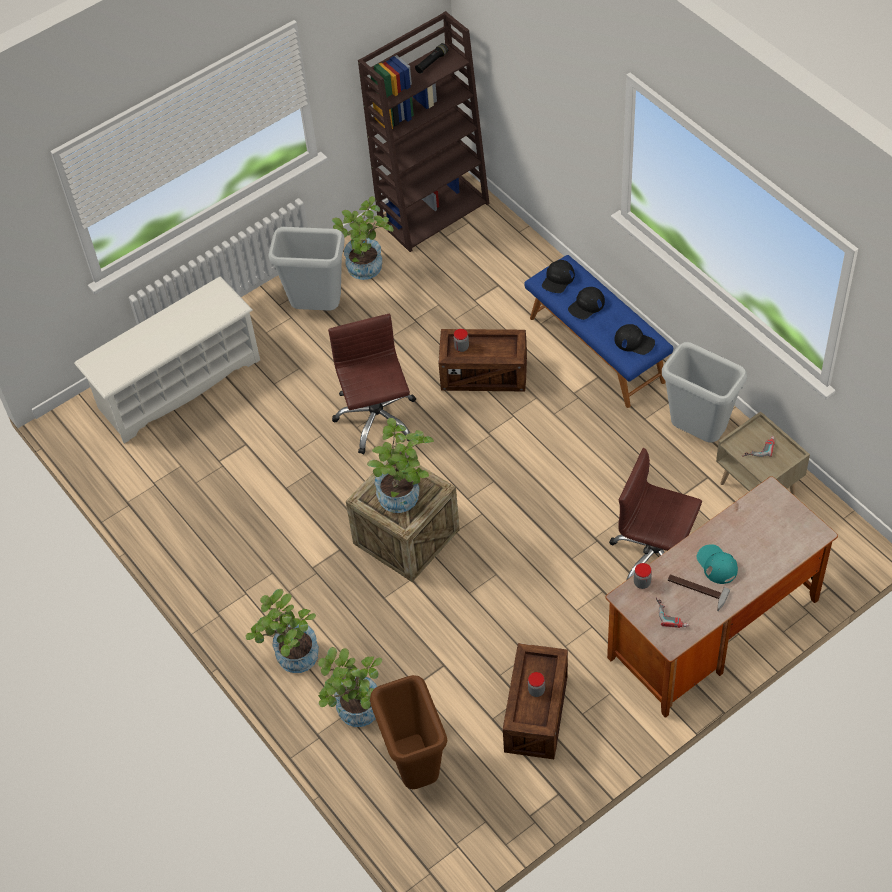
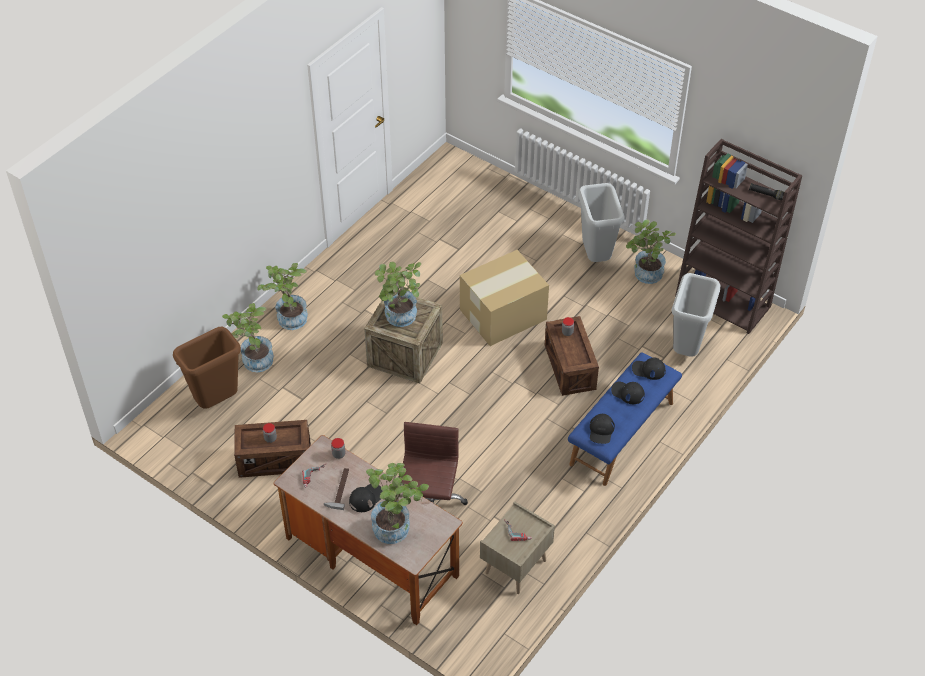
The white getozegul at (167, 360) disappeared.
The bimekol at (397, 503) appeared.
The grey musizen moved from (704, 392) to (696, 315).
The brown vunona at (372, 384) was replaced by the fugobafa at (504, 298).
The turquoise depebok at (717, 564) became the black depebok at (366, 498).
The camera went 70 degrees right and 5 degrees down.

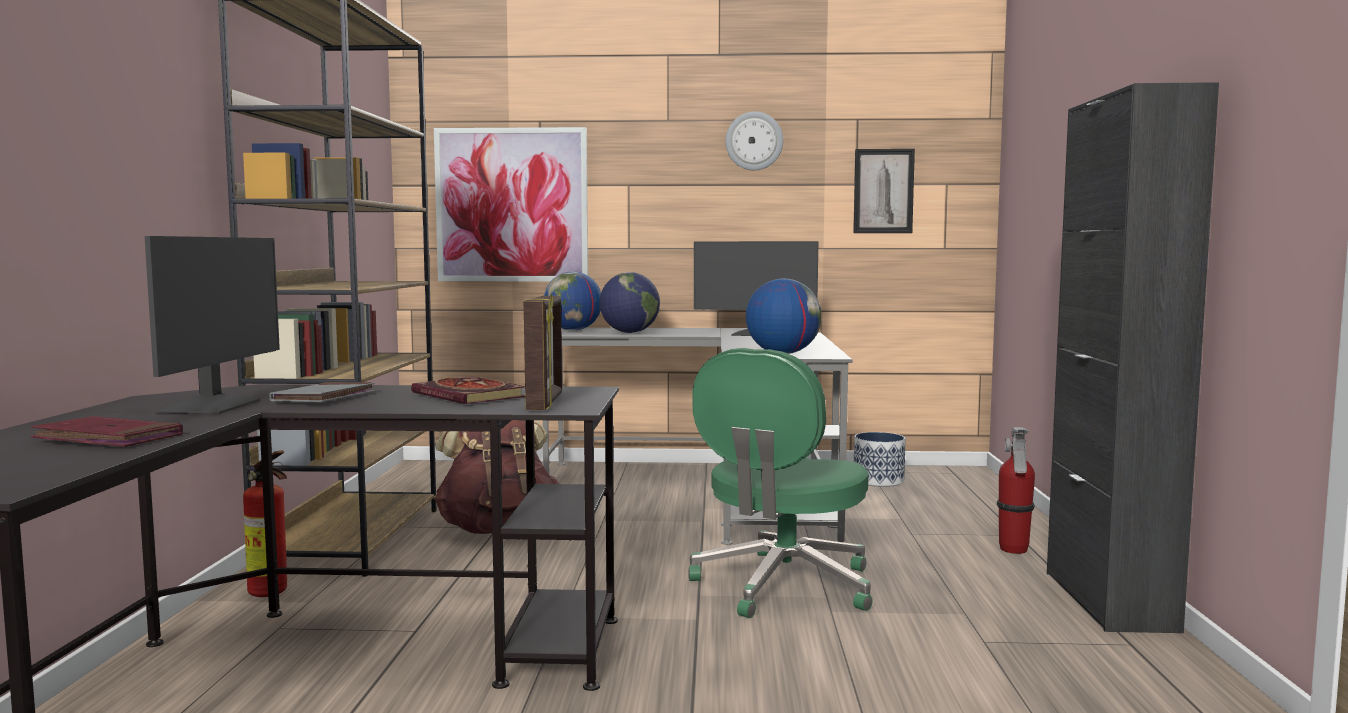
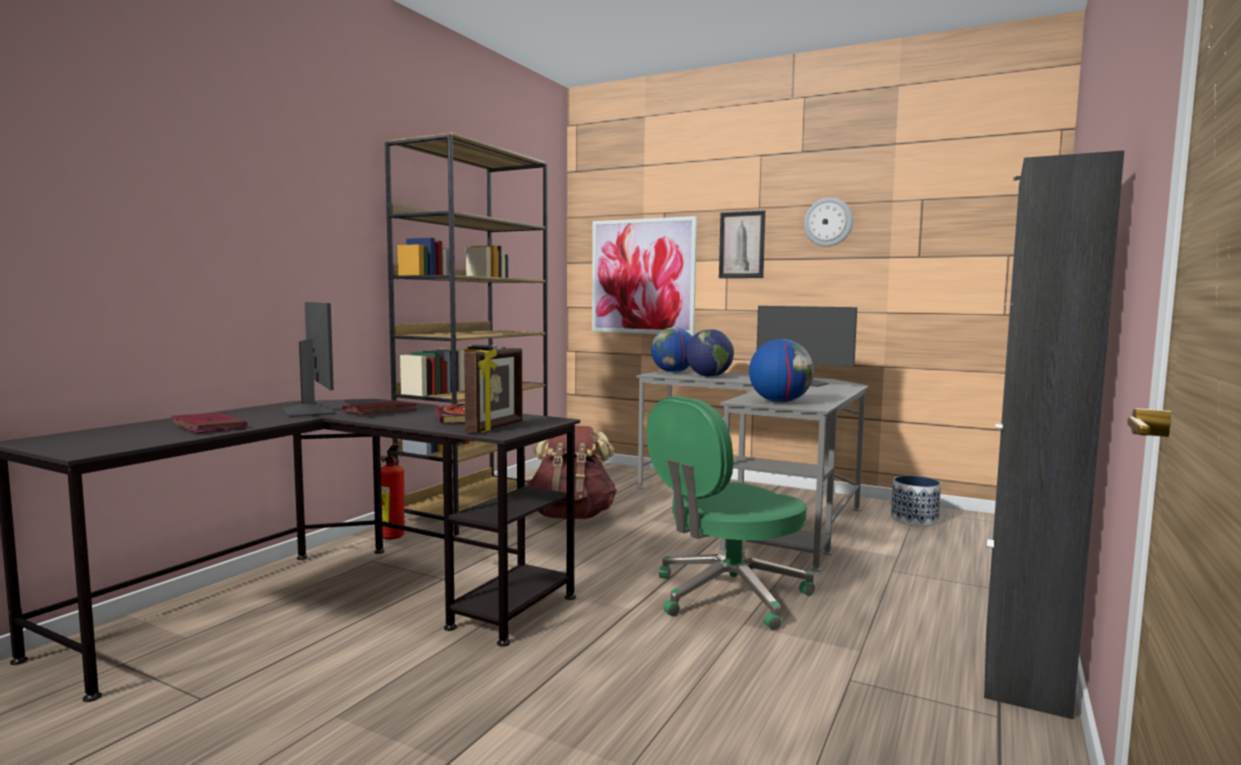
The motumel at (1016, 490) disappeared.
The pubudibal moved from (884, 191) to (742, 244).
The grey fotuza at (322, 392) became the red fotuza at (379, 407).
The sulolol at (212, 325) turned 60 degrees counterclockwise.
The camera went 25 degrees right and 0 degrees up.

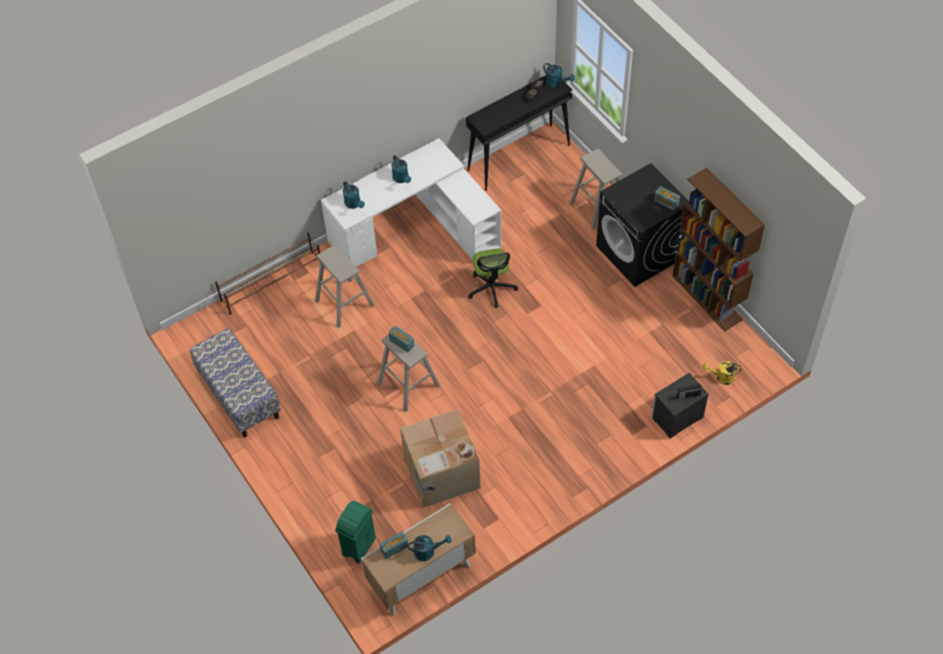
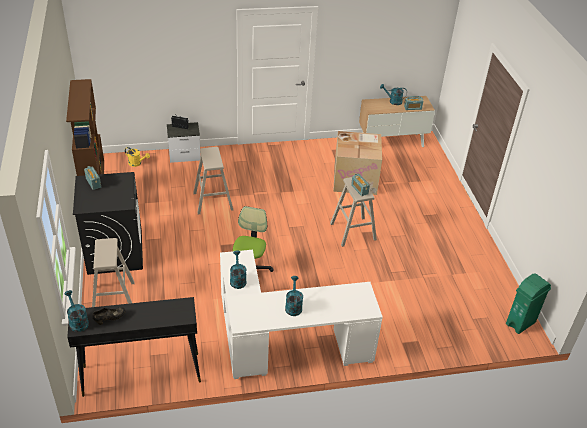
The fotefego at (235, 382) disappeared.
The brown getozegul at (267, 274) disappeared.
The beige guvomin moved from (345, 286) to (213, 181).
The green musizen moved from (355, 532) to (528, 303).
The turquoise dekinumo moved from (354, 195) to (238, 269).
The camera went 160 degrees left and 15 degrees down.

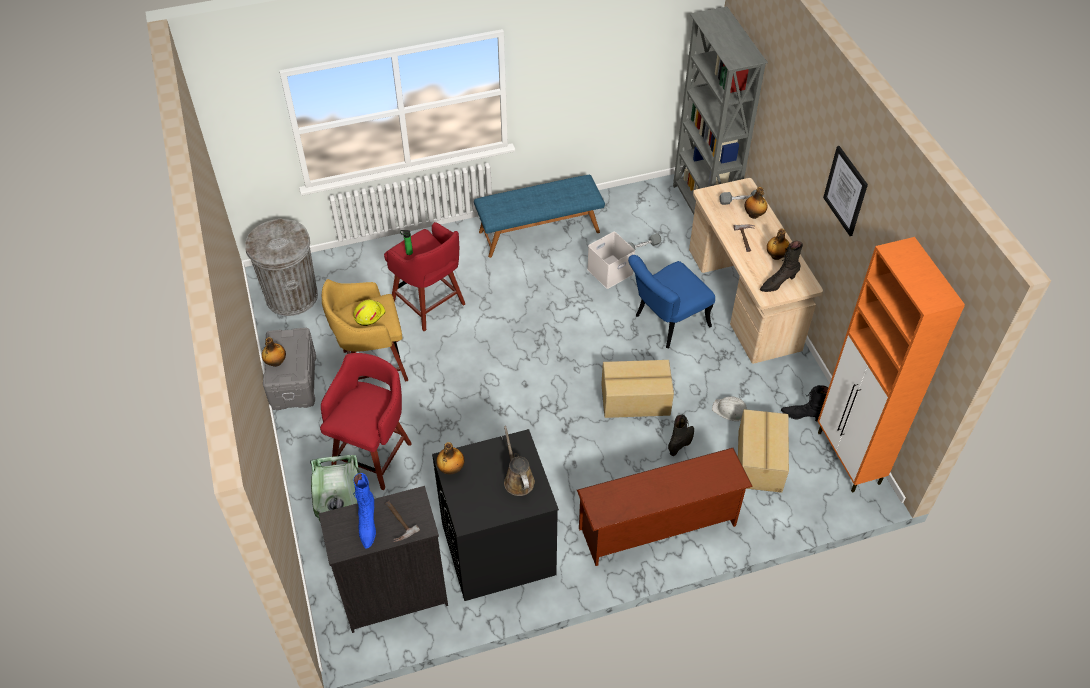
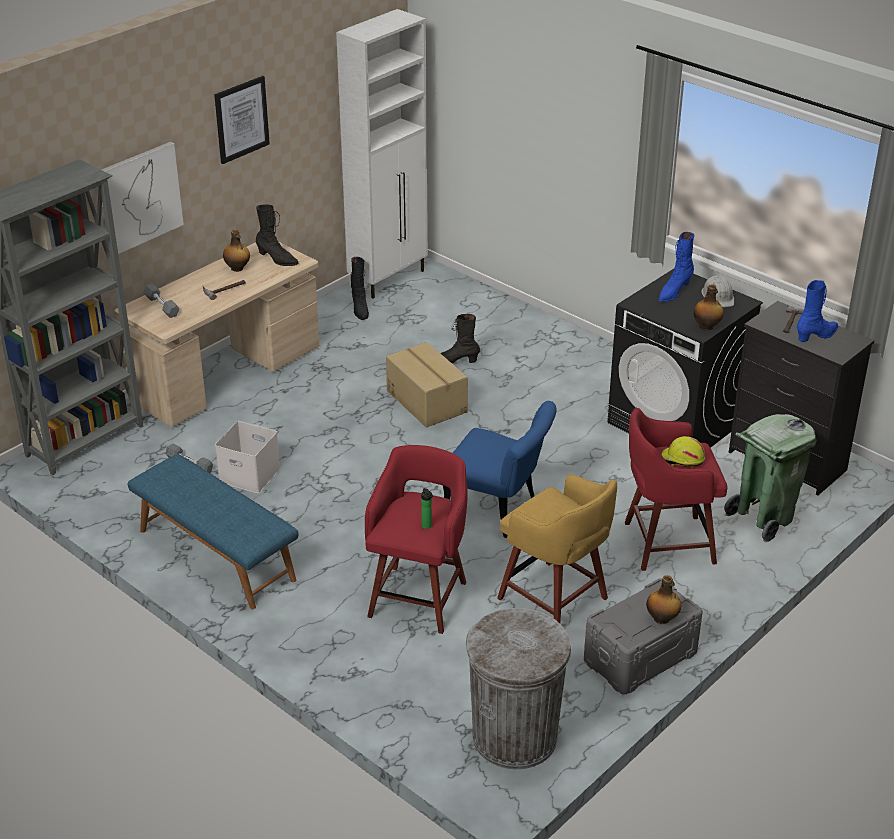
The brown getozegul at (665, 507) disappeared.
The fugobafa at (763, 451) disappeared.
The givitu at (756, 203) disappeared.
The pubudibal at (141, 198) appeared.
The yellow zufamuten moved from (369, 313) to (683, 451).
The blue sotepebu moved from (671, 301) to (499, 469).
The white zufamuten moved from (729, 408) to (718, 291).
The brown dekinumo at (519, 461) was replaced by the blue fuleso at (676, 267).
The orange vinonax at (891, 365) became the white vinonax at (382, 154).
The camera went 120 degrees left and 15 degrees down.

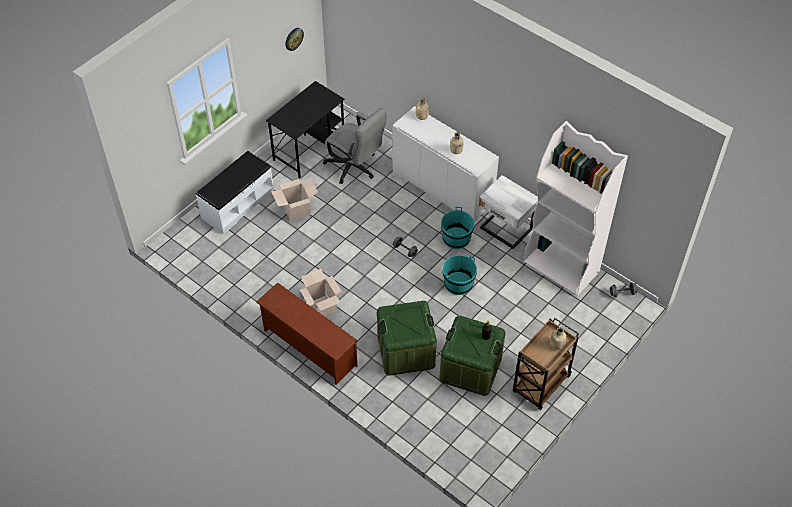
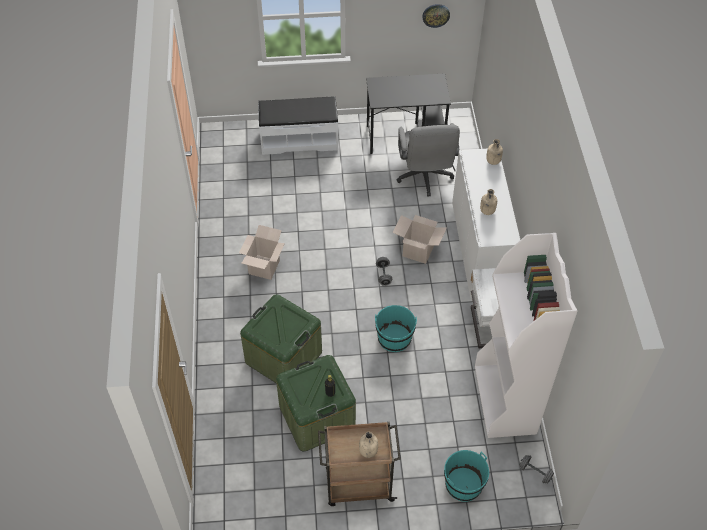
The brown getozegul at (307, 334) disappeared.
The fugobafa moved from (294, 199) to (420, 239).
The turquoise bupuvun moved from (457, 228) to (466, 476).
The camera went 45 degrees right and 0 degrees up.

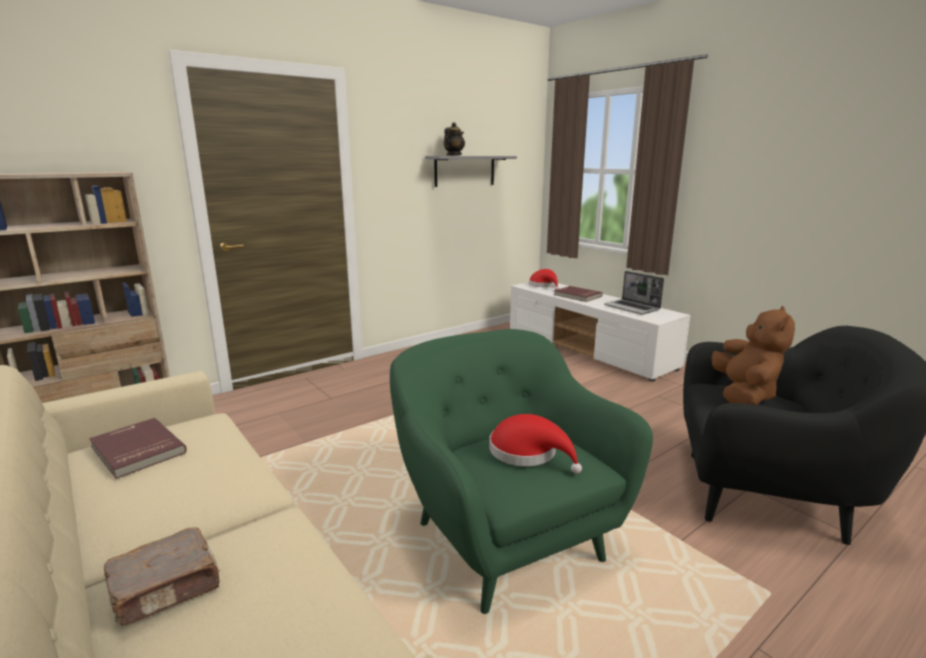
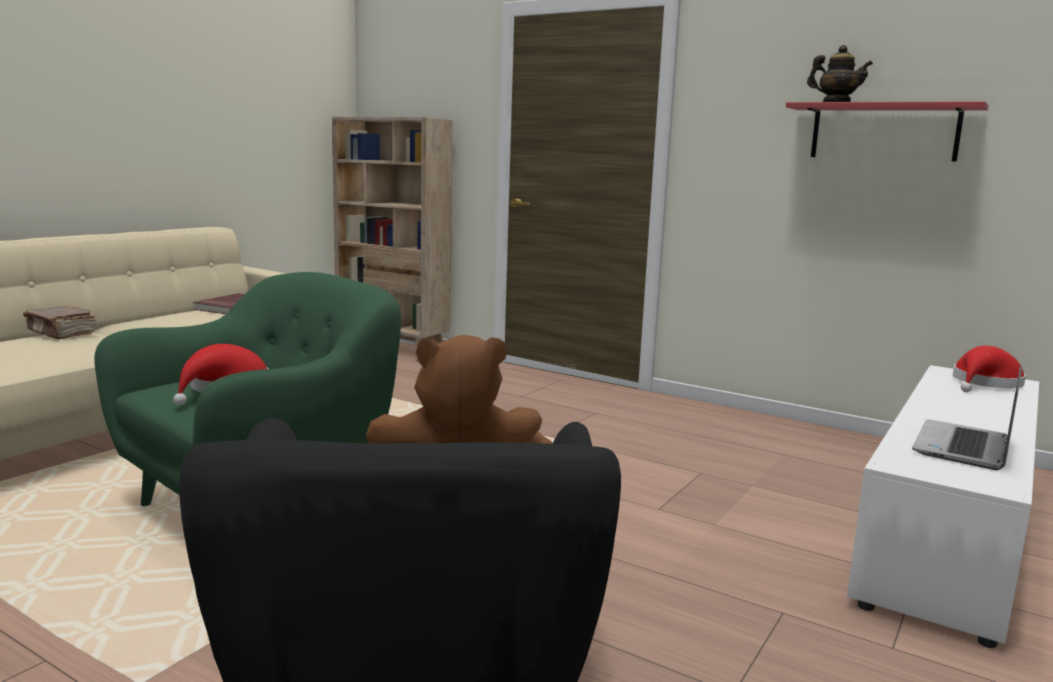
The red fotuza at (578, 294) disappeared.
The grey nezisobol at (471, 171) became the red nezisobol at (887, 131).
The camera went 70 degrees right and 5 degrees down.

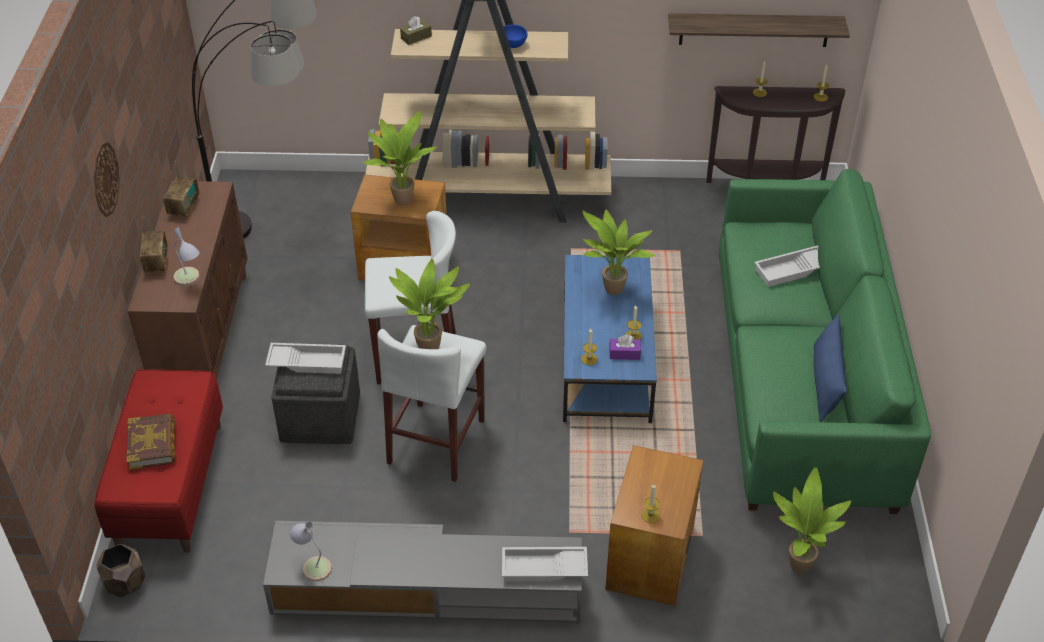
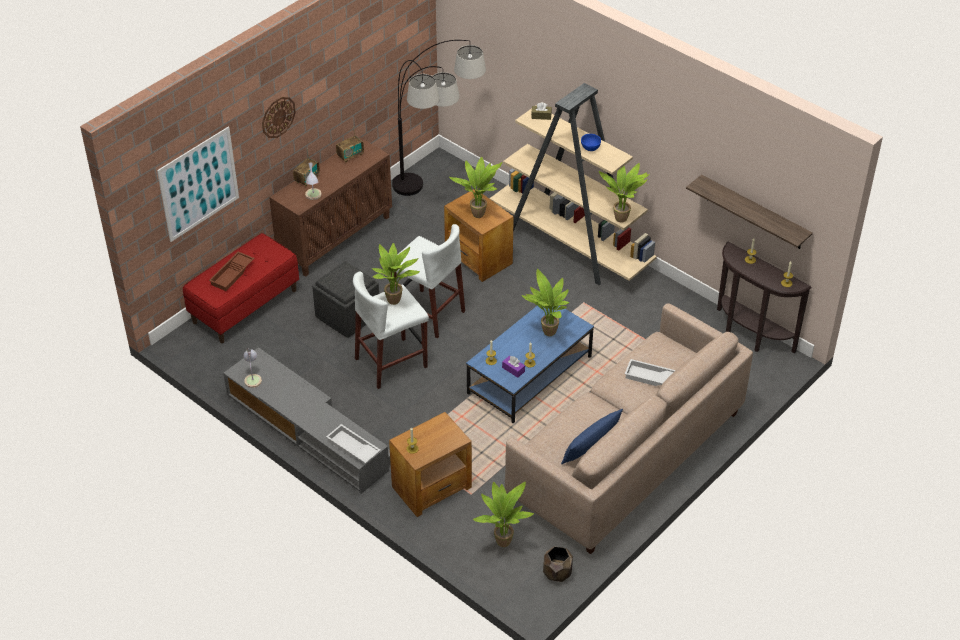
The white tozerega at (305, 358) disappeared.
The pubudibal at (198, 184) appeared.
The bimekol at (624, 193) appeared.
The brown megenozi moved from (121, 570) to (558, 564).
The fotuza at (150, 441) was replaced by the brown tozerega at (232, 271).
The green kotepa at (825, 341) became the beige kotepa at (629, 428).
The camera went 40 degrees right and 0 degrees up.

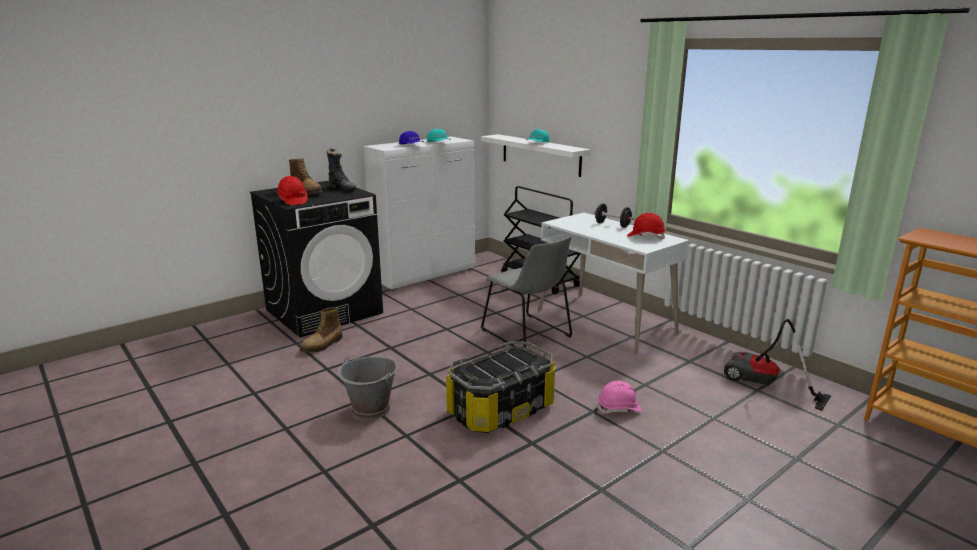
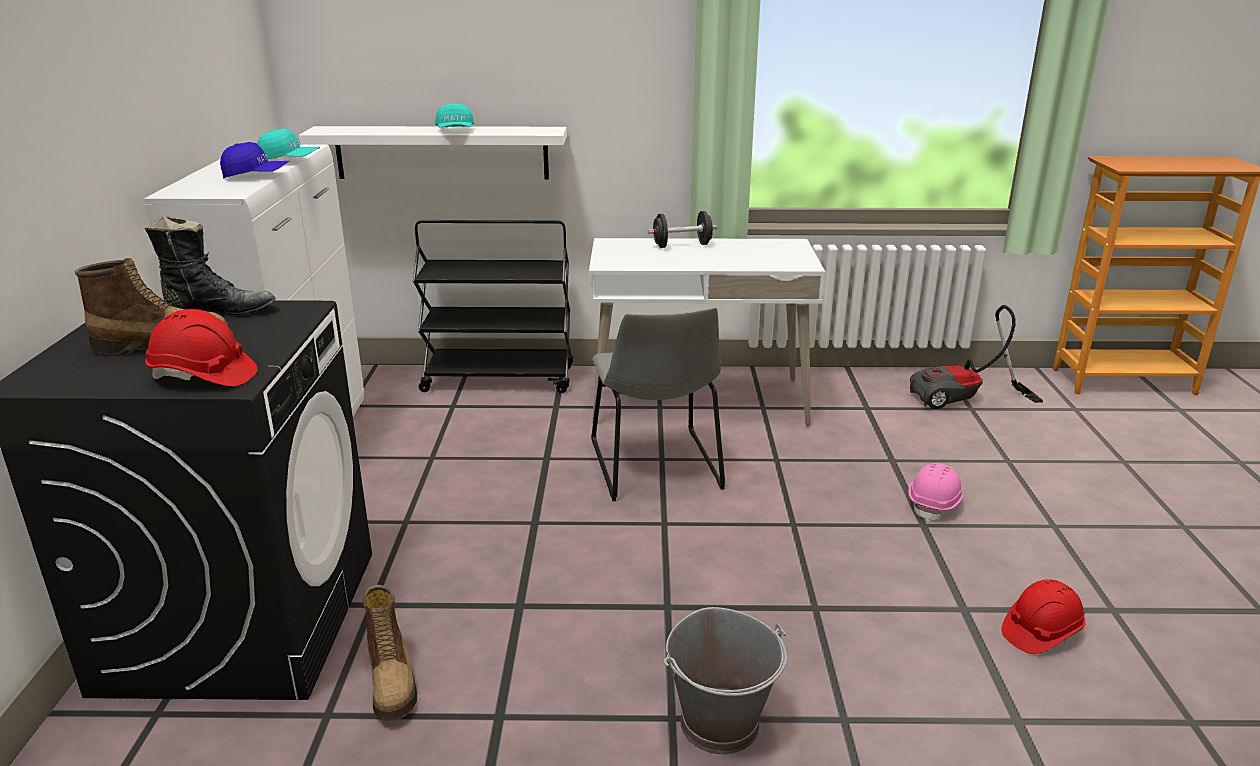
The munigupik at (500, 387) disappeared.
The red zufamuten moved from (646, 225) to (1043, 617).
The grey sotepebu at (526, 291) turned 75 degrees clockwise.
The camera went 50 degrees left and 5 degrees up.

